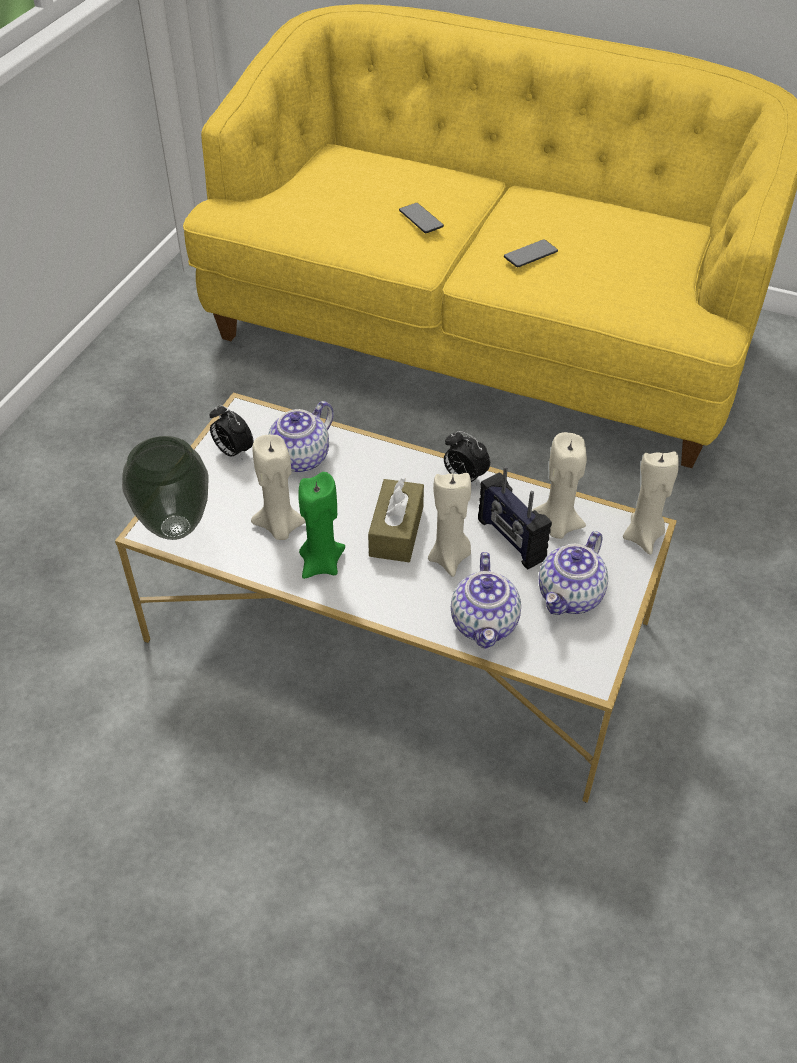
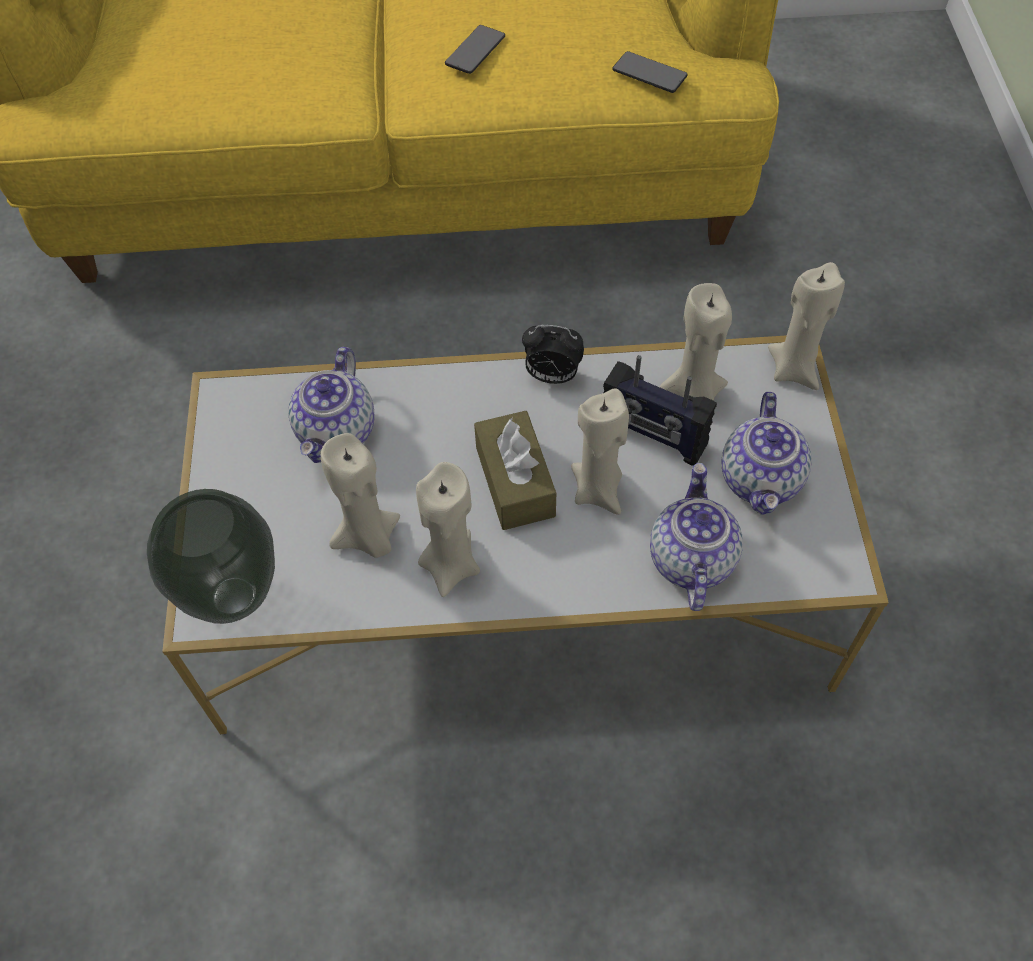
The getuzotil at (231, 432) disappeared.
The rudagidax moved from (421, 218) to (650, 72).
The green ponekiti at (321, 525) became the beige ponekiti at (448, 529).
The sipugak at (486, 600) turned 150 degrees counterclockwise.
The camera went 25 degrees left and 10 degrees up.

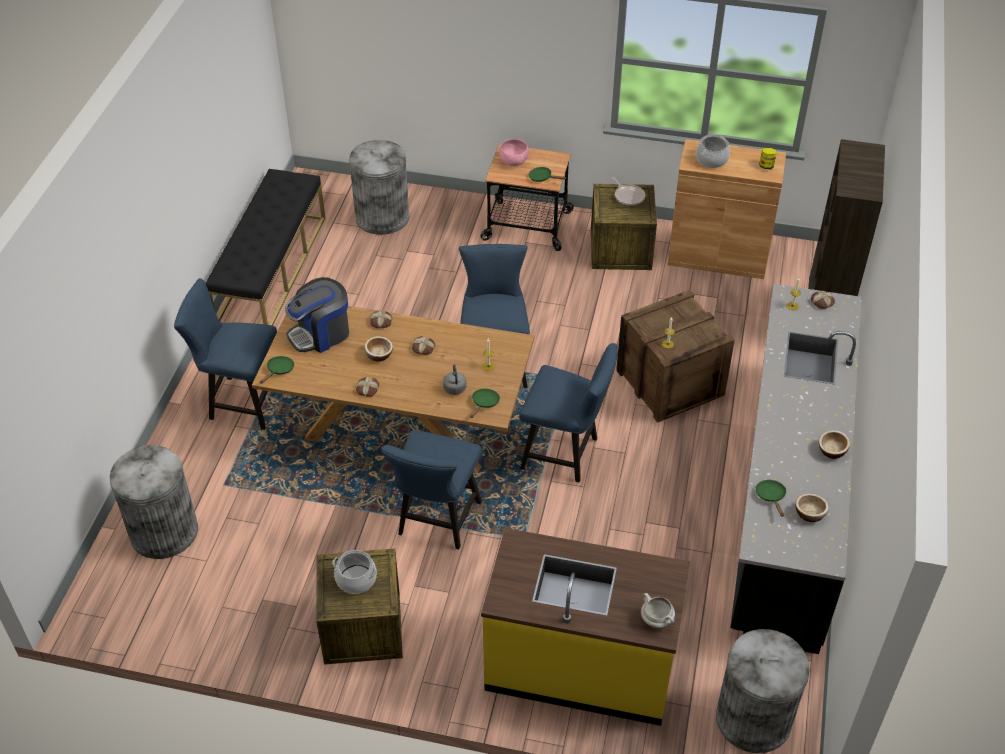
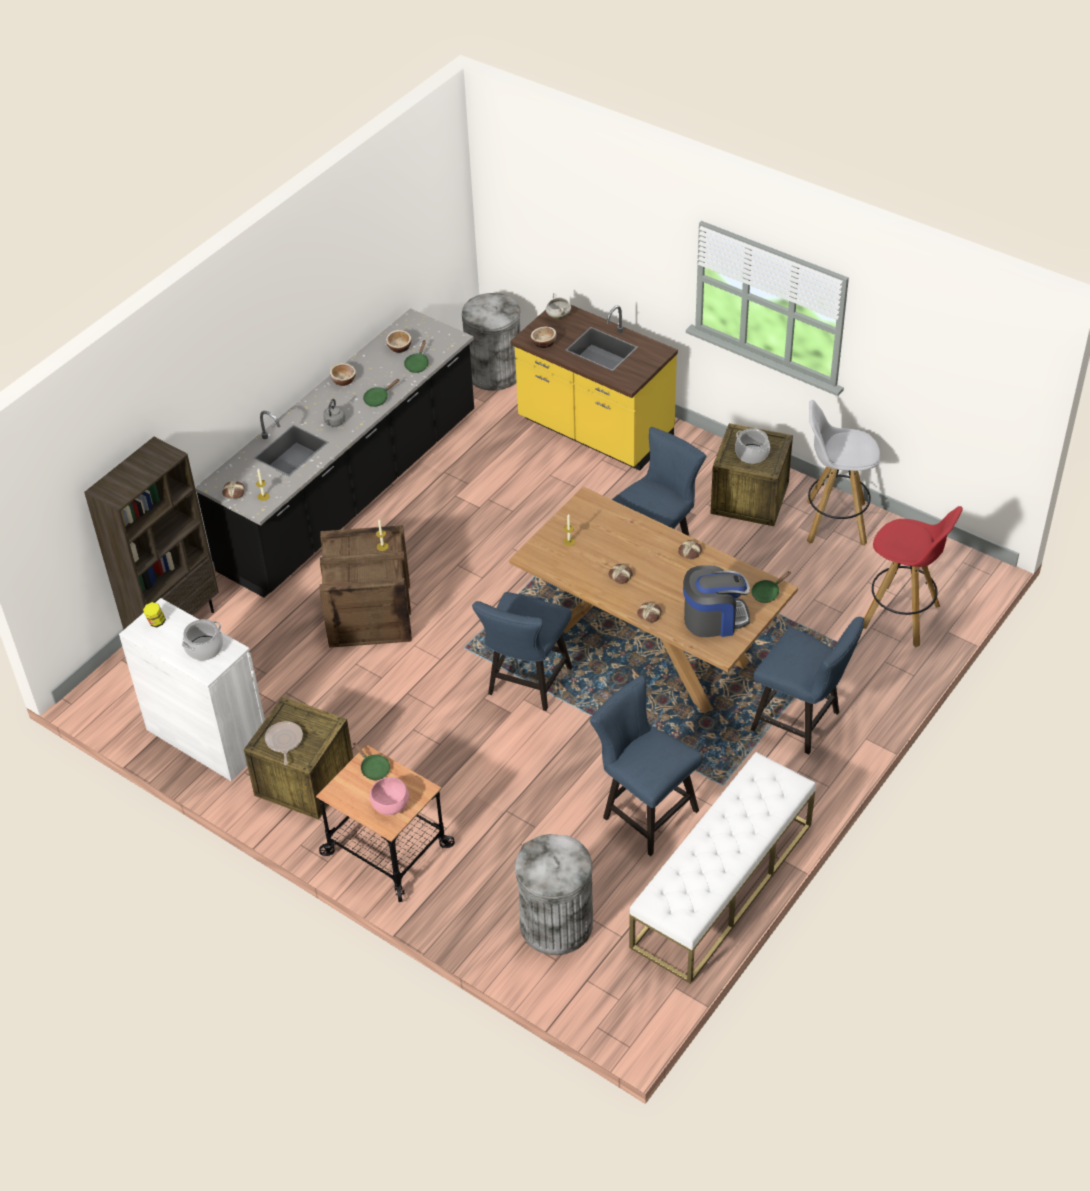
The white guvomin at (843, 473) appeared.
The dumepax moved from (379, 349) to (543, 337).
The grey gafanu moved from (454, 379) to (334, 412).
The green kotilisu moved from (485, 403) to (381, 393).
The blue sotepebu moved from (568, 413) to (646, 765).
The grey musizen at (154, 502) was replaced by the red guvomin at (913, 576).
The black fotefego at (265, 247) became the white fotefego at (722, 868).
The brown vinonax at (727, 209) became the white vinonax at (192, 689).
The camera went 155 degrees left and 0 degrees up.

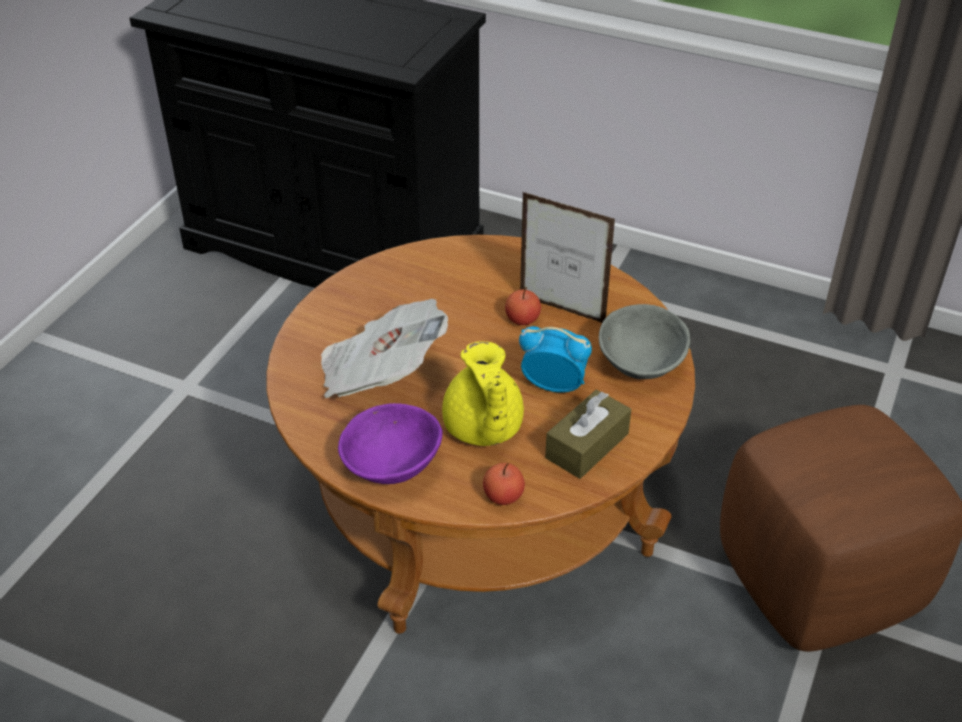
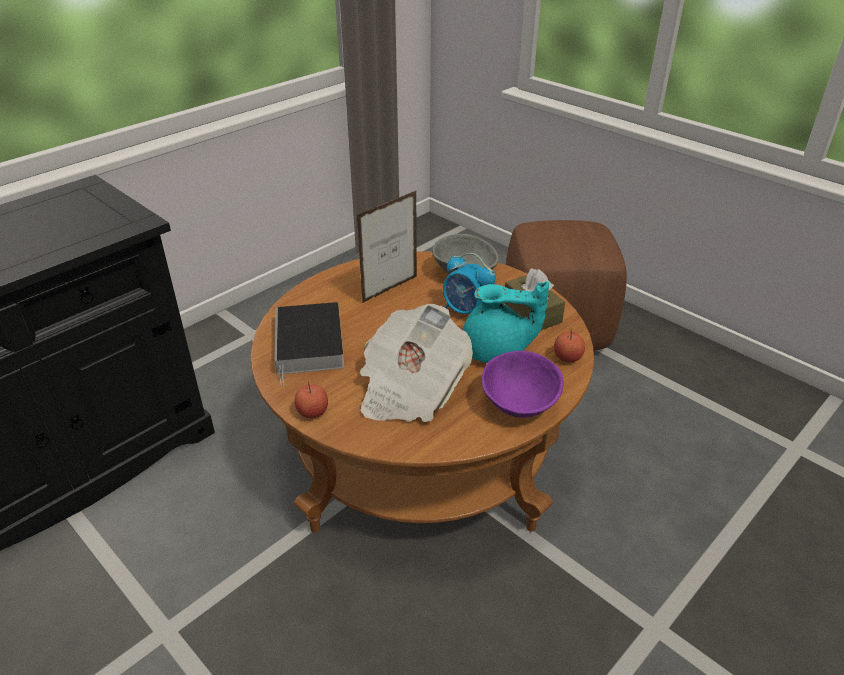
The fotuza at (309, 344) appeared.
The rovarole moved from (523, 306) to (311, 400).
The yellow sipugak at (483, 393) became the turquoise sipugak at (506, 322).
The getuzotil at (555, 359) turned 90 degrees counterclockwise.
The camera went 70 degrees left and 5 degrees down.

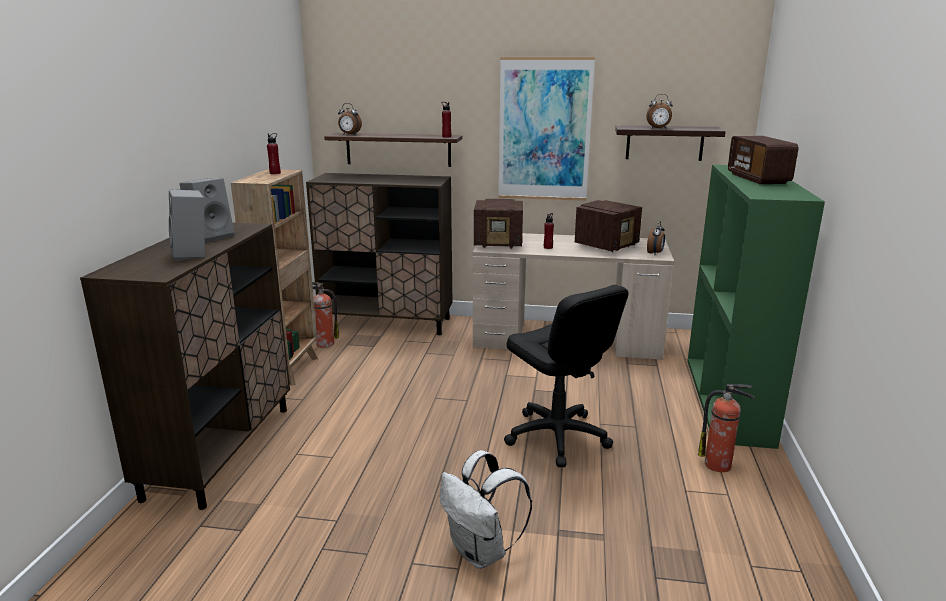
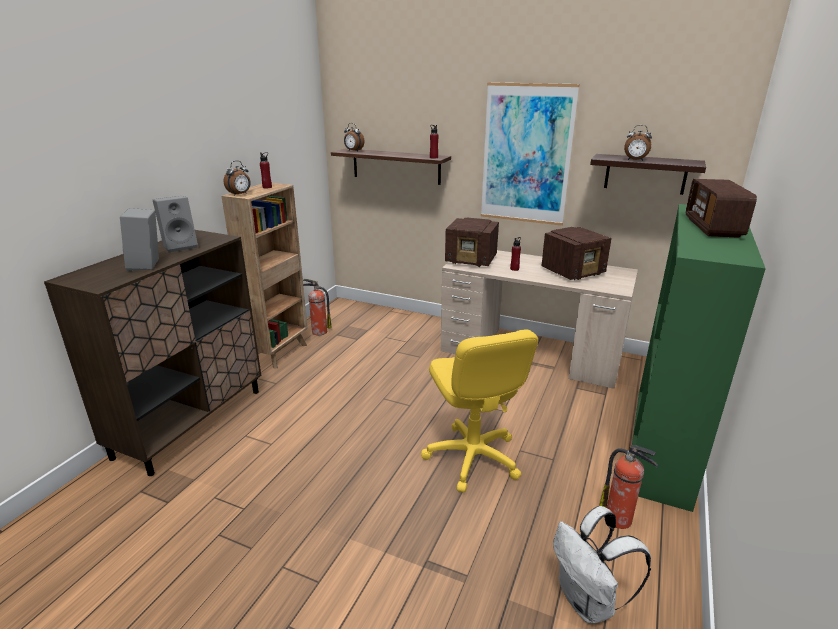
The brown vinonax at (379, 254) disappeared.
The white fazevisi moved from (486, 509) to (602, 565).
The getuzotil moved from (656, 238) to (237, 178).
The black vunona at (566, 376) became the yellow vunona at (479, 411).
The camera went 15 degrees right and 5 degrees up.

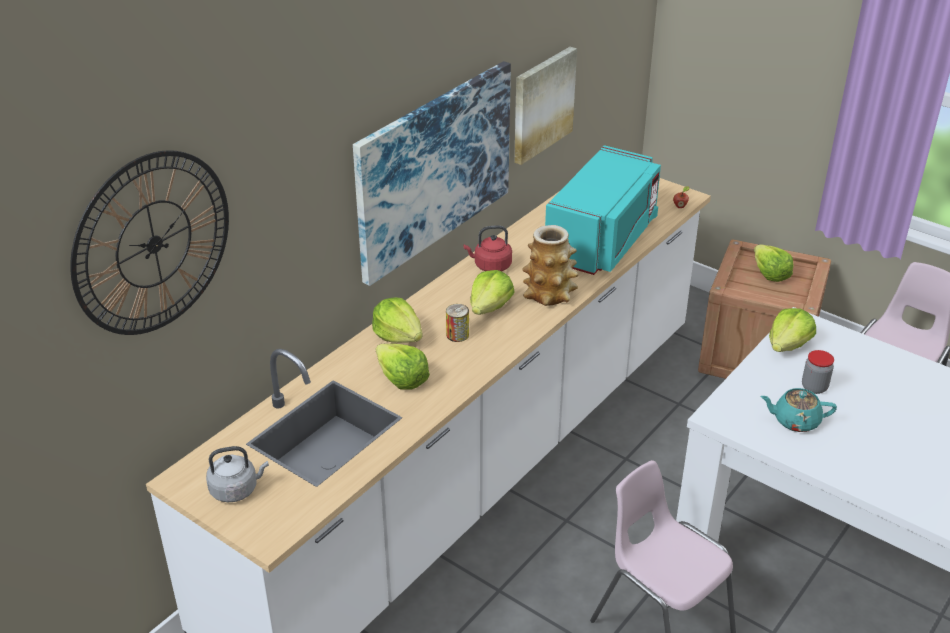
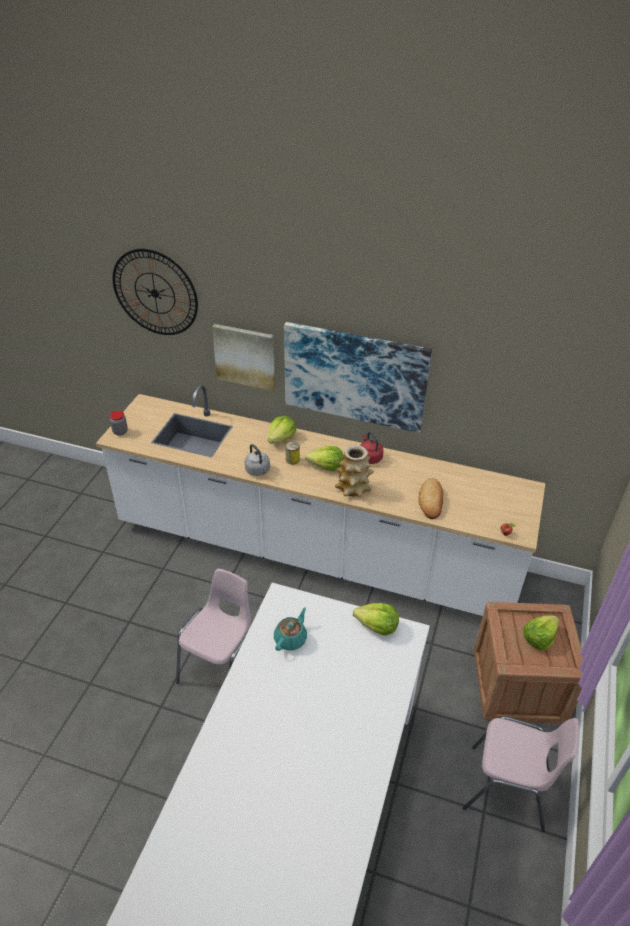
The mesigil at (403, 366) disappeared.
The grey gafanu moved from (237, 474) to (257, 460).
The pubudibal moved from (545, 106) to (243, 357).
The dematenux moved from (818, 372) to (119, 423).
The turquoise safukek at (603, 210) was replaced by the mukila at (431, 498).
The turquoise sipugak at (798, 410) turned 45 degrees clockwise.
The camera went 70 degrees right and 5 degrees up.

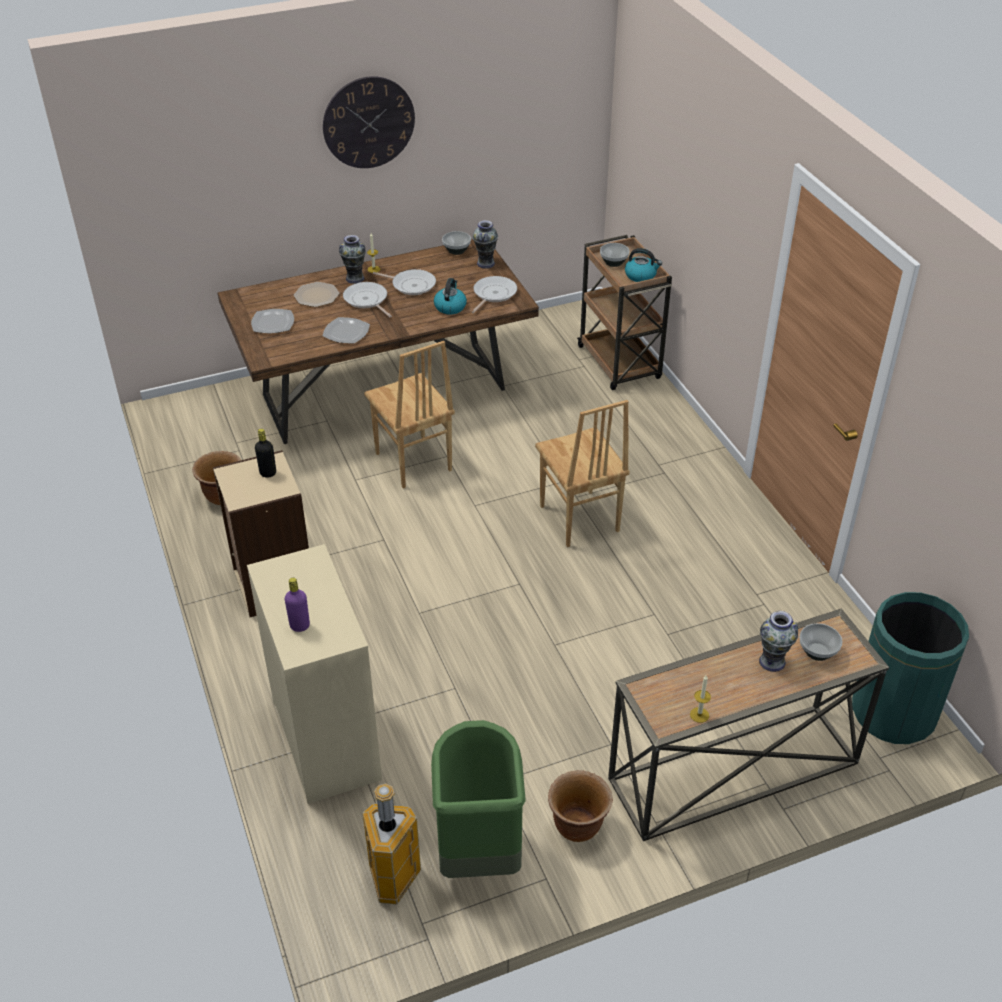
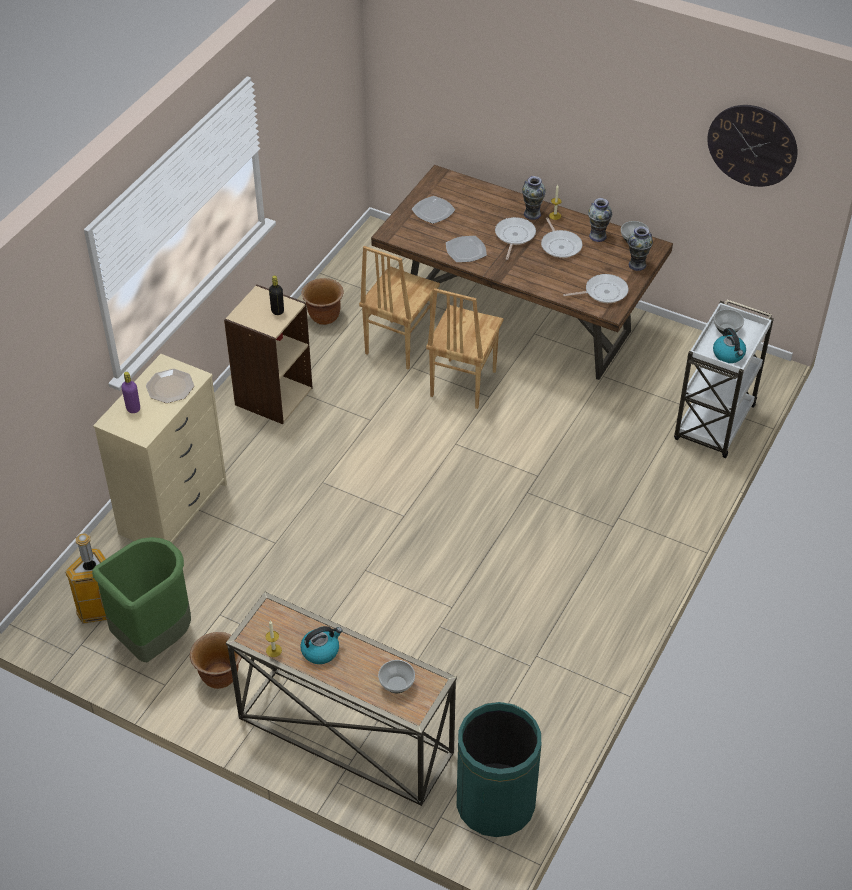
The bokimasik moved from (316, 294) to (170, 386).
The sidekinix moved from (369, 122) to (752, 146).
The gafanu moved from (450, 296) to (321, 645).
The brown sotepebu moved from (582, 473) to (399, 308).
The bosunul moved from (778, 641) to (600, 220).
The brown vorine at (624, 312) became the white vorine at (724, 379).
The camera went 50 degrees right and 5 degrees up.

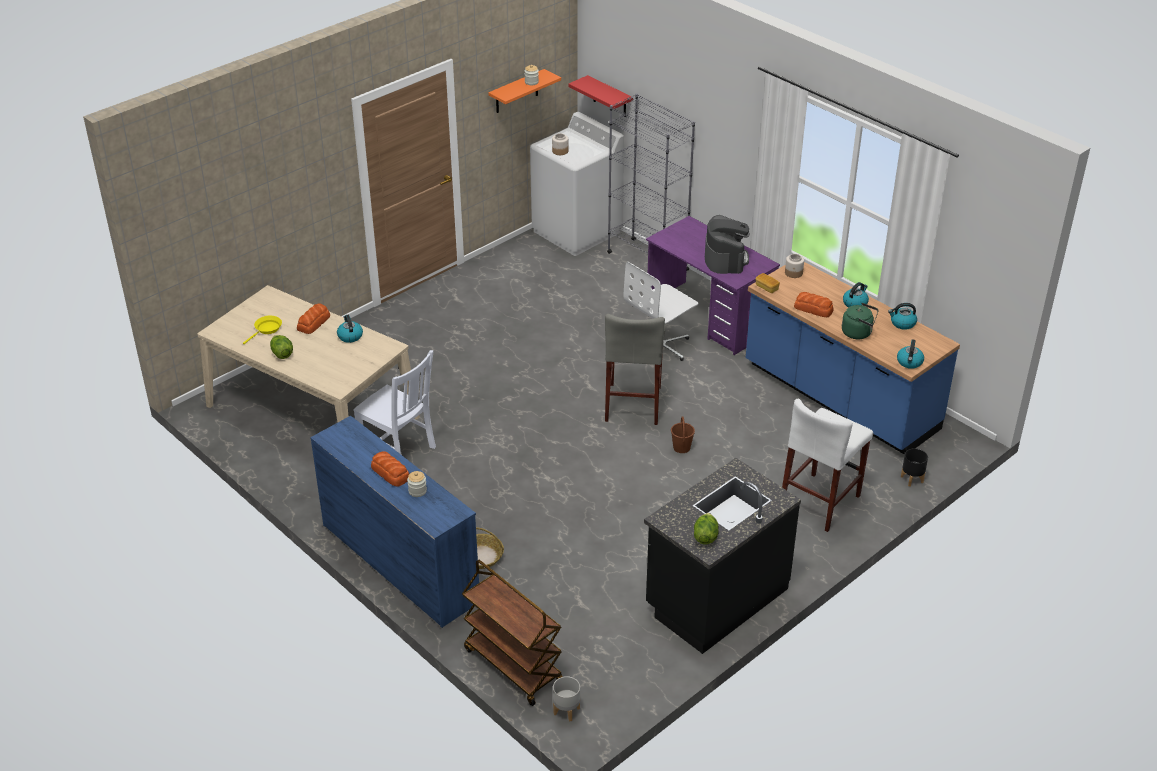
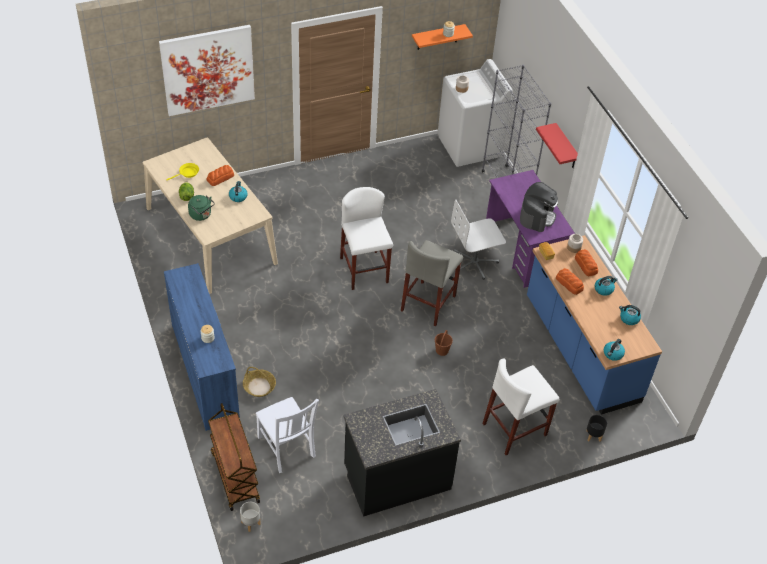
The mesigil at (706, 528) disappeared.
The pubudibal at (207, 70) appeared.
The white guvomin at (366, 238) appeared.
The white sotepebu moved from (394, 402) to (287, 435).
The mukila moved from (390, 468) to (586, 262).
The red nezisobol moved from (600, 96) to (557, 145).
The green gafanu moved from (860, 321) to (201, 208).
The camera went 20 degrees right and 10 degrees up.

